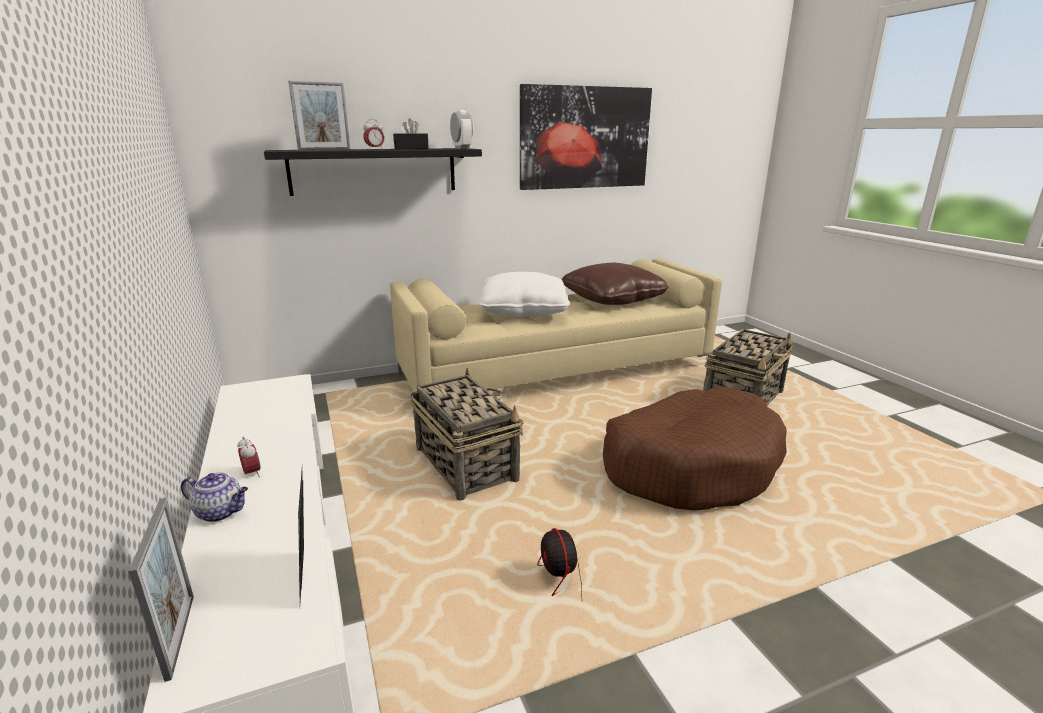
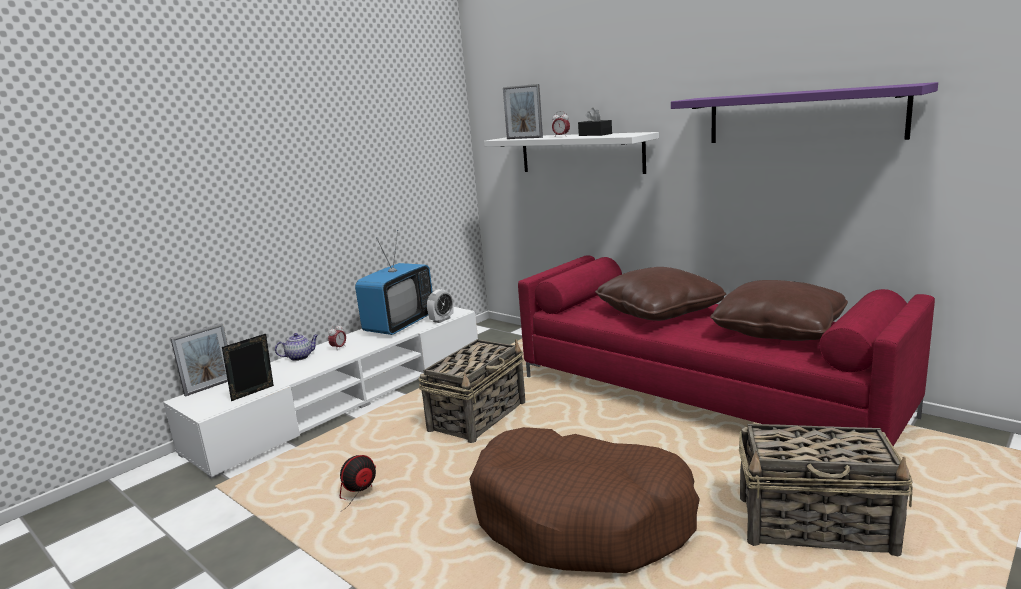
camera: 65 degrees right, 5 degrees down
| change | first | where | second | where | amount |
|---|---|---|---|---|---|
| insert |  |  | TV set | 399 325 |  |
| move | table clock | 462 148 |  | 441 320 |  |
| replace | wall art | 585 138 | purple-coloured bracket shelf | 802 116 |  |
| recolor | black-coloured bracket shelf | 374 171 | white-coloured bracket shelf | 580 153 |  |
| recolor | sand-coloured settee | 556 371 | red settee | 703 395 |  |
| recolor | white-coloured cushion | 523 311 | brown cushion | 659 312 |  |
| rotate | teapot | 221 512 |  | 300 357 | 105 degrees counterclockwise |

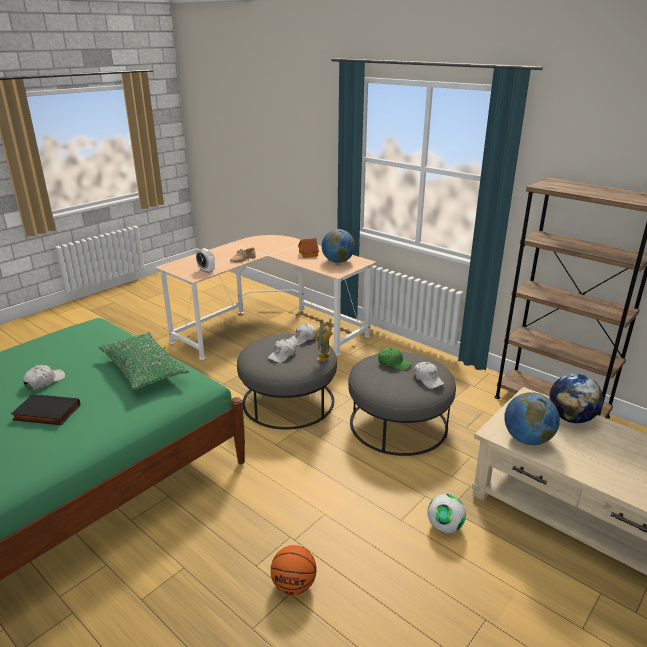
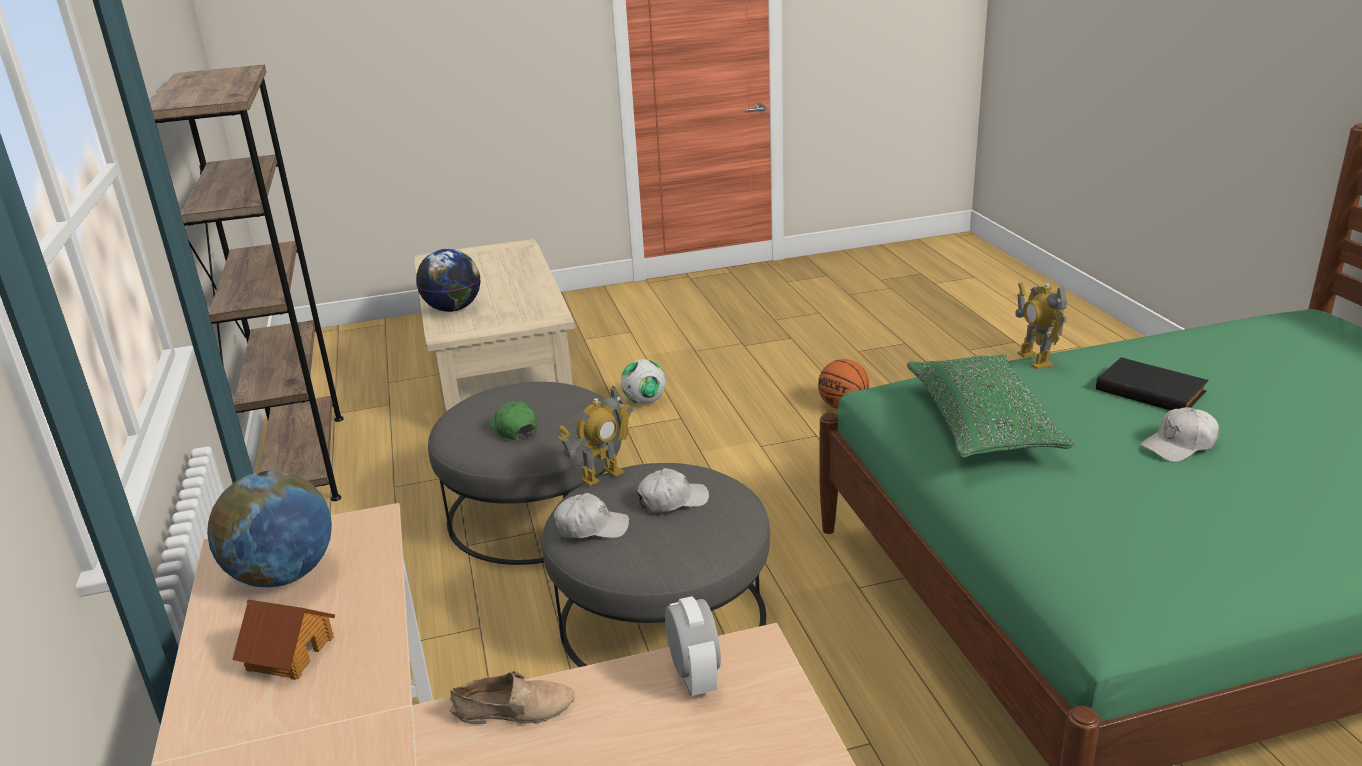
camera: 145 degrees left, 0 degrees up
| change | first | where | second | where | amount |
|---|---|---|---|---|---|
| delete | white-coloured baseball cap | 428 379 |  |  |  |
| delete | desk globe | 527 439 |  |  |  |
| insert |  |  | toy robot | 1034 359 |  |

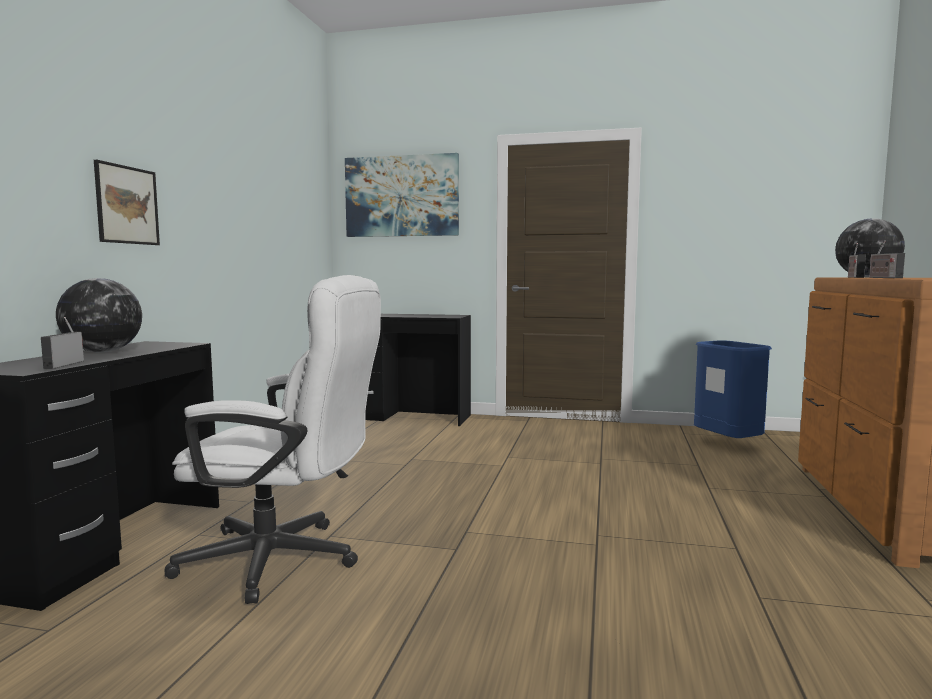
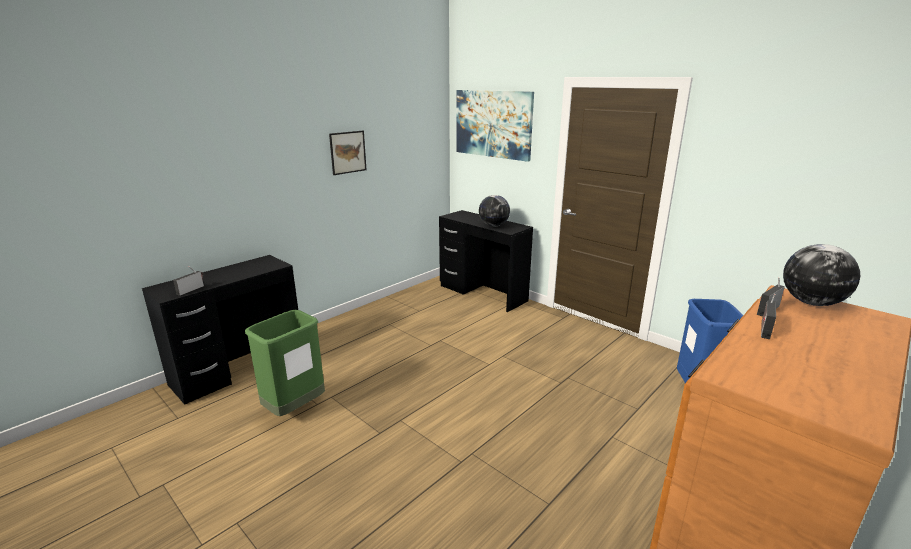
camera: 30 degrees right, 15 degrees up
| change | first | where | second | where | amount |
|---|---|---|---|---|---|
| move | desk globe | 102 352 |  | 493 225 |  |
| move | wall art | 127 205 |  | 348 152 |  |
| replace | white-coloured computer chair | 285 561 | green waste bin | 294 409 |  |

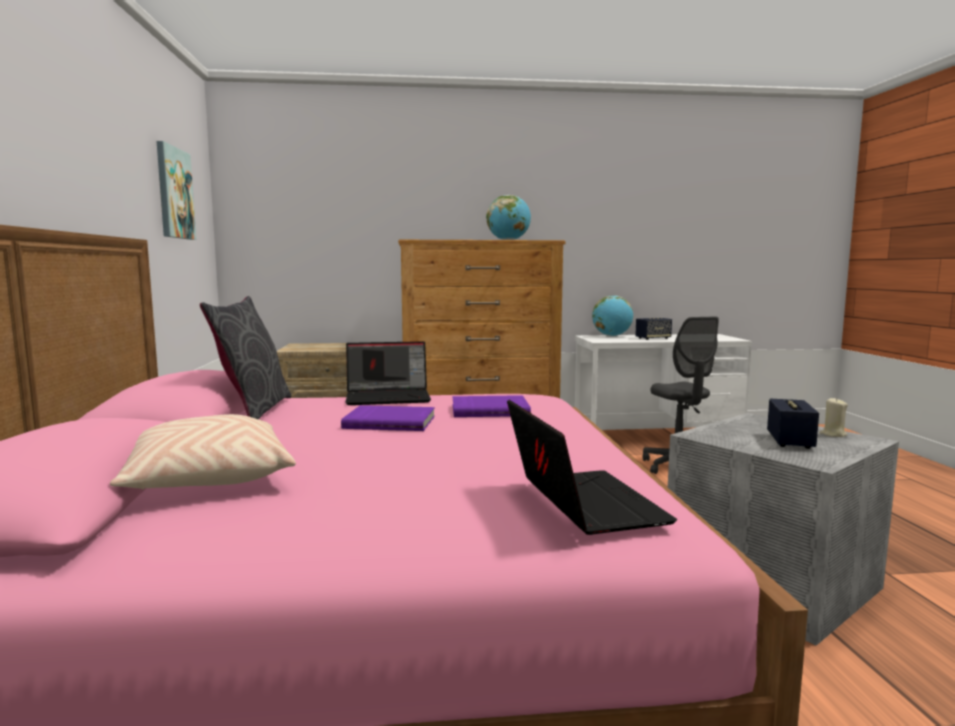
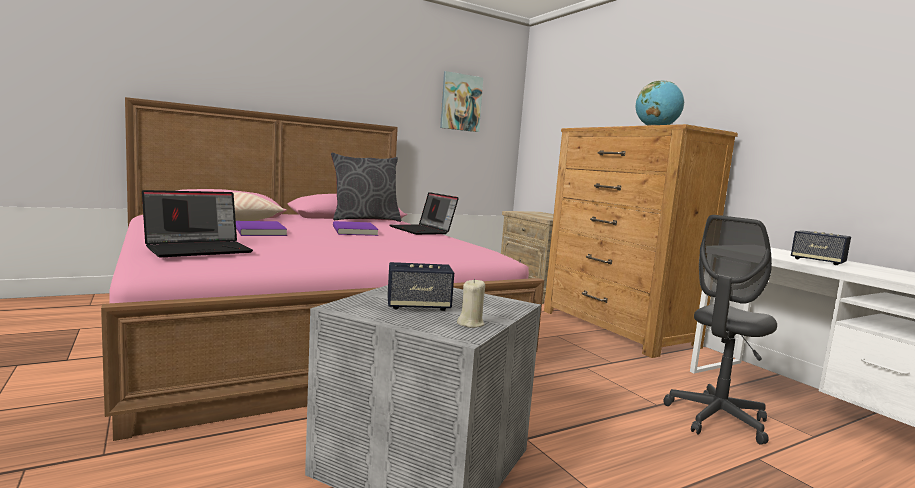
camera: 65 degrees right, 0 degrees up
| change | first | where | second | where | amount |
|---|---|---|---|---|---|
| delete | desk globe | 612 336 |  |  |  |
| move | purple-coloured book | 489 410 |  | 261 231 |  |

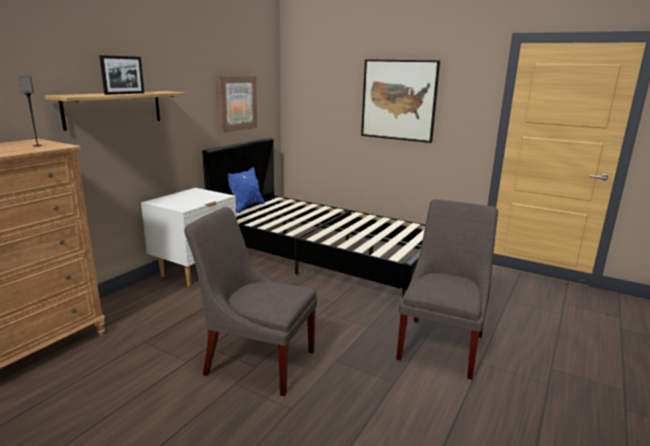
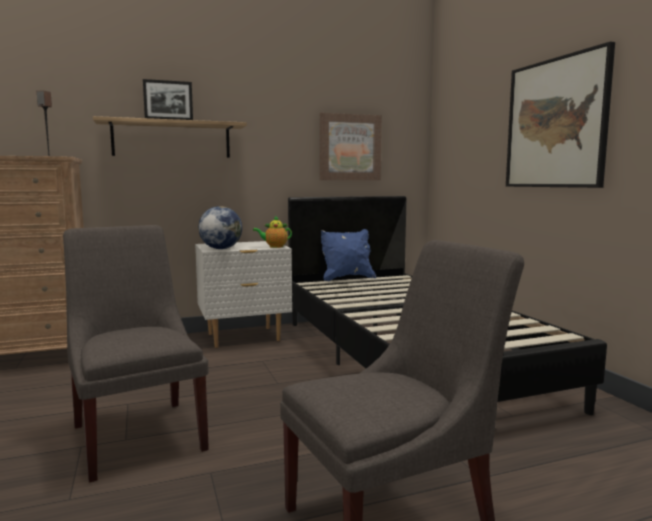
camera: 40 degrees right, 10 degrees down
| change | first | where | second | where | amount |
|---|---|---|---|---|---|
| insert |  |  | desk globe | 220 249 |  |
| insert |  |  | teapot | 274 246 |  |

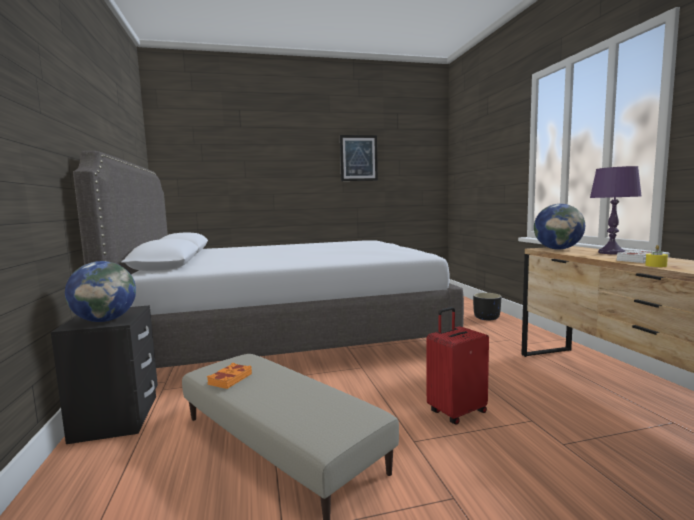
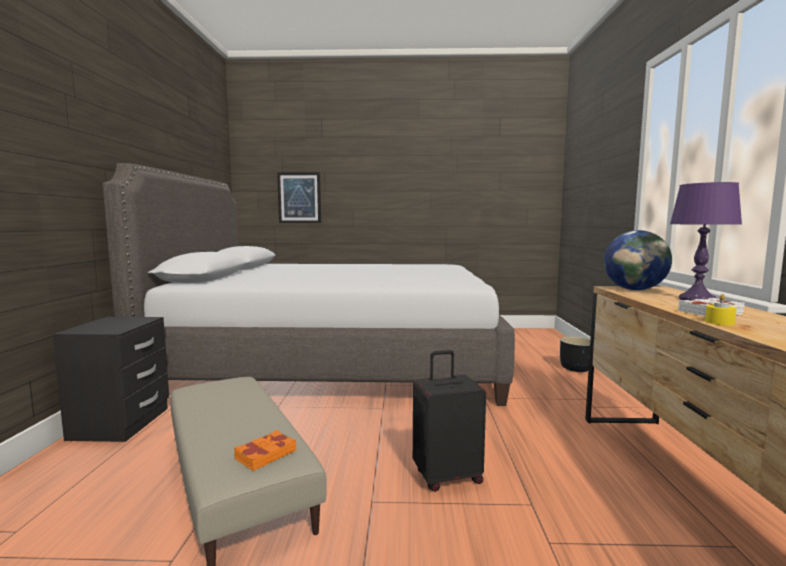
camera: 15 degrees right, 0 degrees up
| change | first | where | second | where | amount |
|---|---|---|---|---|---|
| delete | desk globe | 105 320 |  |  |  |
| move | orangey book | 229 379 |  | 265 454 |  |
| move | wall art | 358 158 |  | 299 197 |  |
| recolor | red travel case | 456 412 | black-coloured travel case | 447 476 |  |

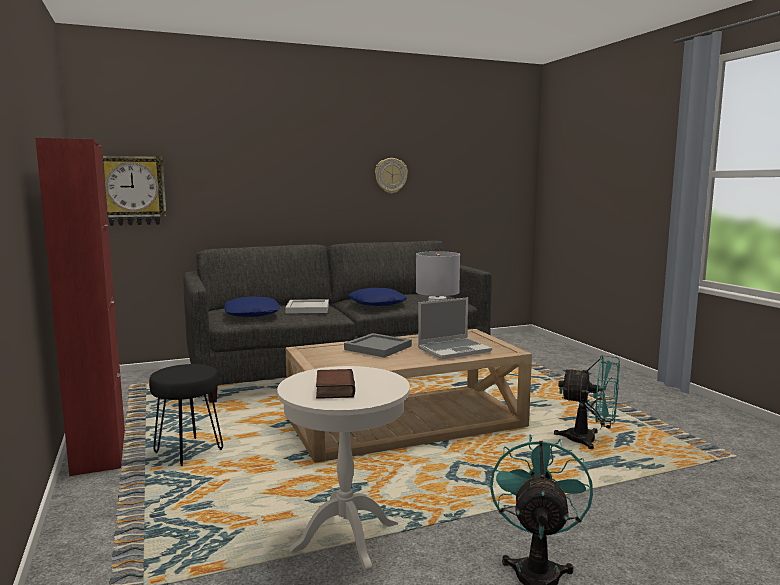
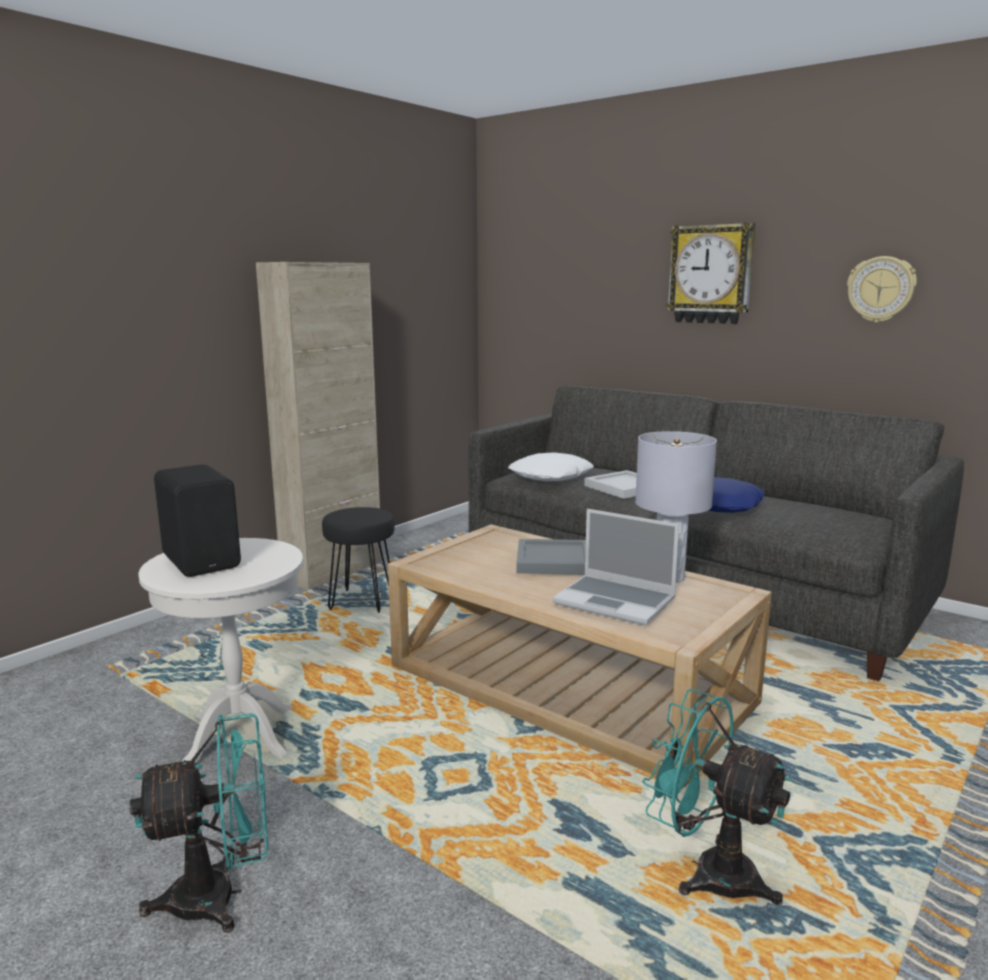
camera: 60 degrees right, 5 degrees up
| change | first | where | second | where | amount |
|---|---|---|---|---|---|
| move | hanging clock | 133 190 |  | 711 274 |  |
| replace | book | 333 389 | black-coloured speaker | 203 561 |  |
| recolor | red storage cabinet | 99 451 | sand-coloured storage cabinet | 333 571 |  |
| recolor | blue-coloured cushion | 252 314 | white-coloured cushion | 551 476 |  |
| rotate | turquoise-coloured cooling fan | 589 440 |  | 709 871 | 135 degrees clockwise |

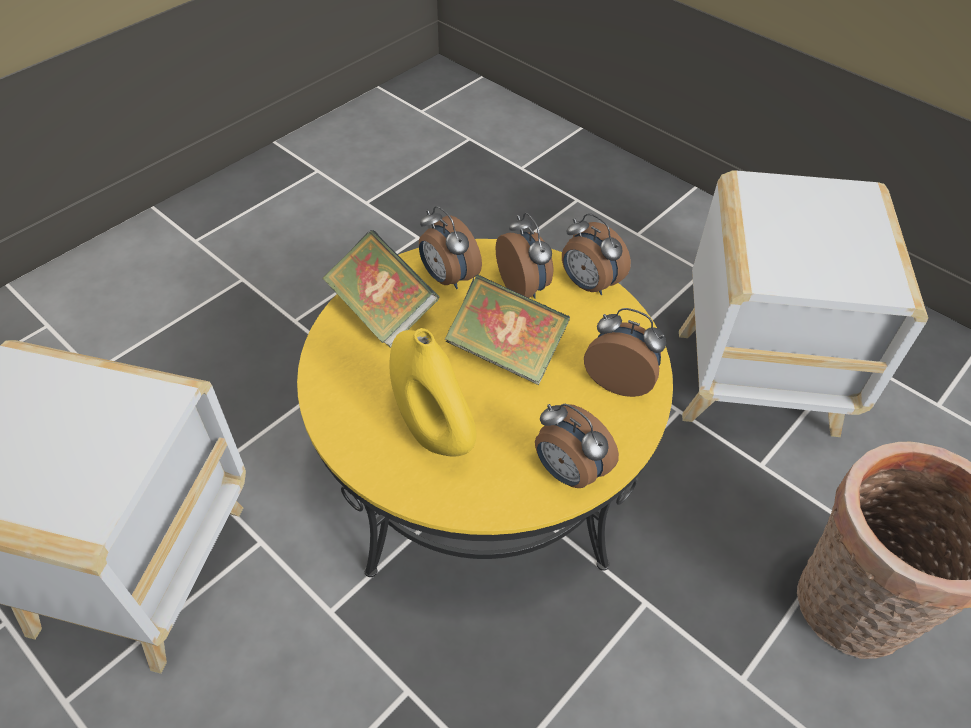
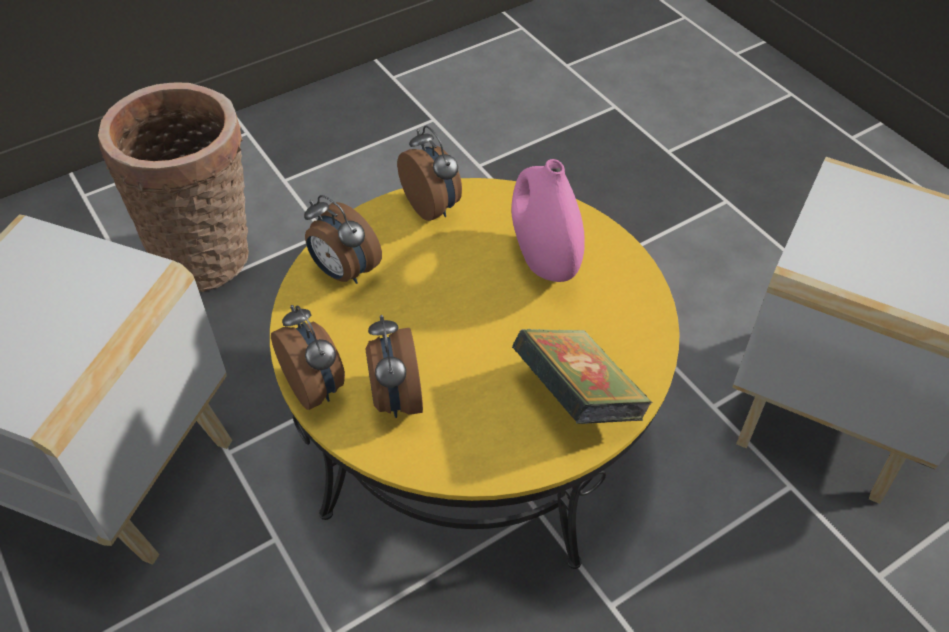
camera: 165 degrees left, 0 degrees up
| change | first | where | second | where | amount |
|---|---|---|---|---|---|
| delete | table clock | 447 278 |  |  |  |
| delete | book | 506 353 |  |  |  |
| recolor | yellow-coloured decorative vase | 434 430 | pinkish decorative vase | 543 259 |  |

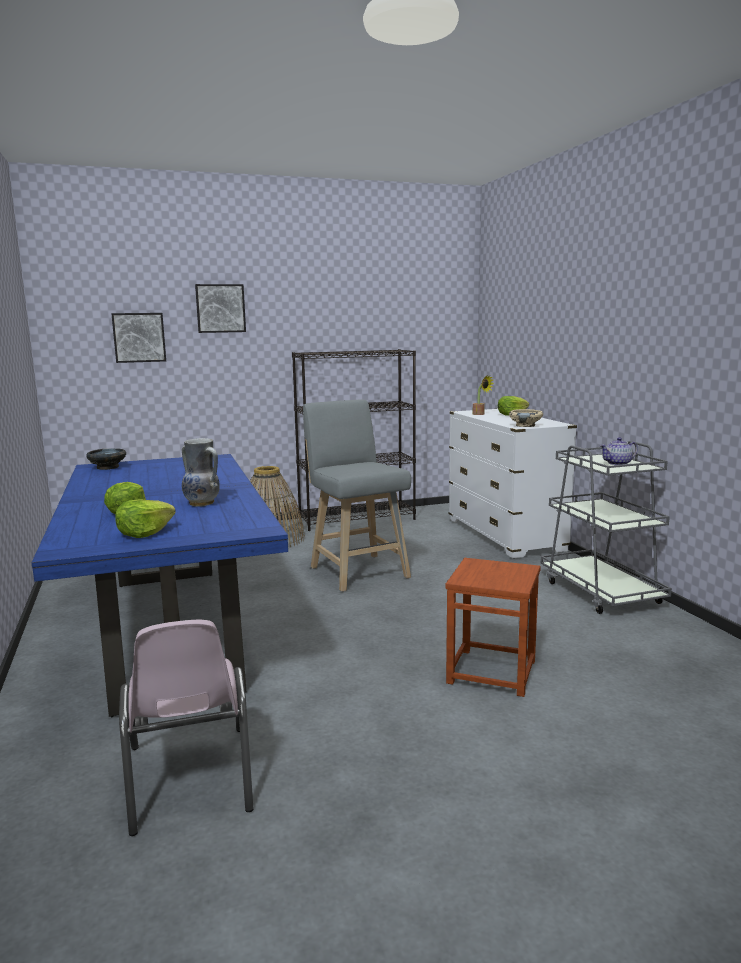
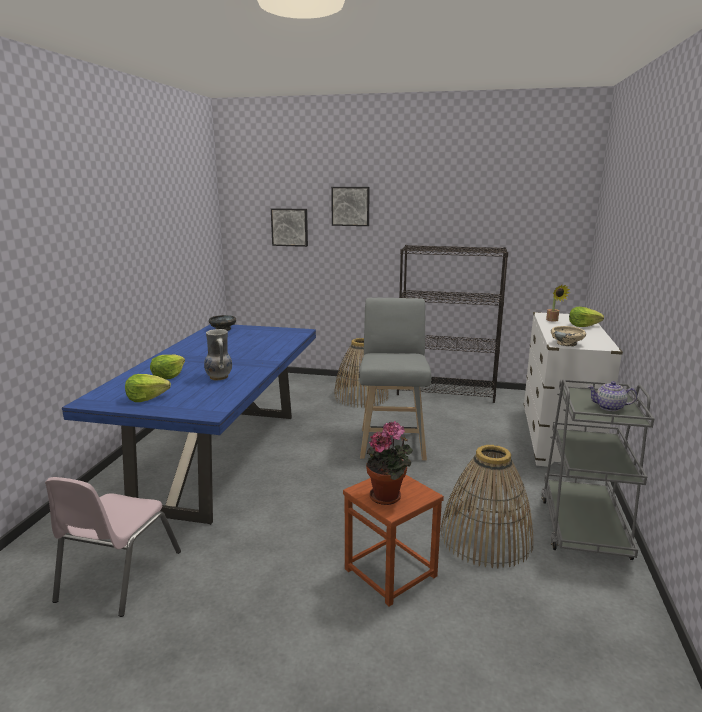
camera: 30 degrees right, 5 degrees up
| change | first | where | second | where | amount |
|---|---|---|---|---|---|
| insert |  |  | potted plant | 388 496 |  |
| insert |  |  | basket | 486 538 |  |

